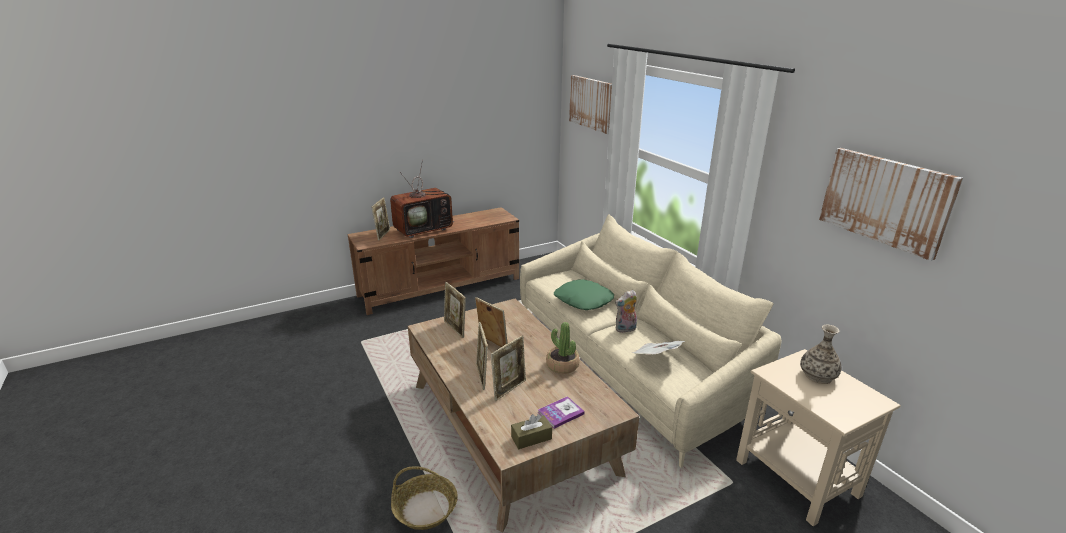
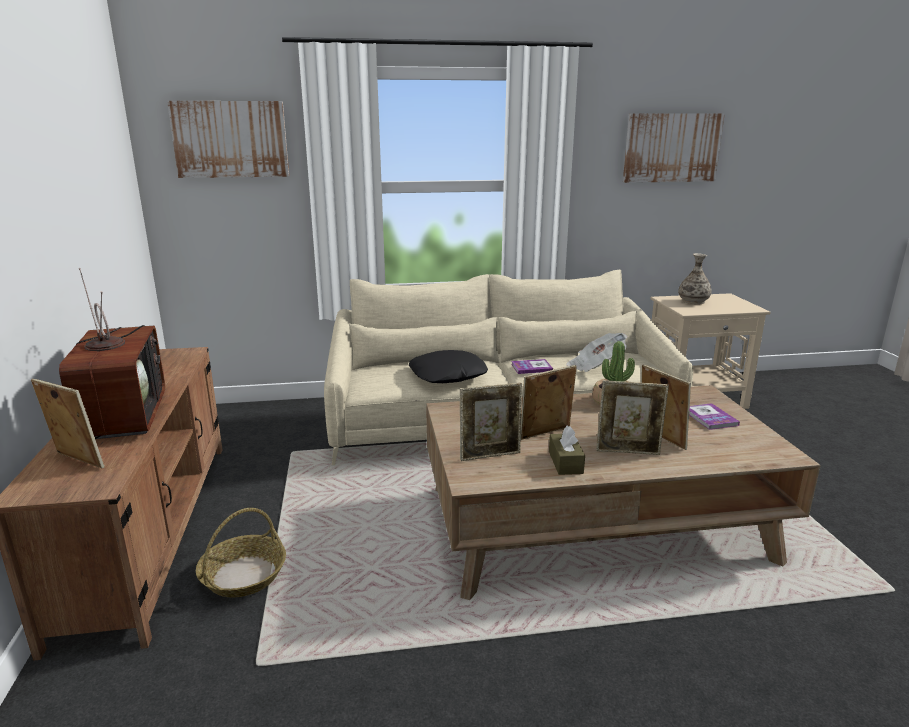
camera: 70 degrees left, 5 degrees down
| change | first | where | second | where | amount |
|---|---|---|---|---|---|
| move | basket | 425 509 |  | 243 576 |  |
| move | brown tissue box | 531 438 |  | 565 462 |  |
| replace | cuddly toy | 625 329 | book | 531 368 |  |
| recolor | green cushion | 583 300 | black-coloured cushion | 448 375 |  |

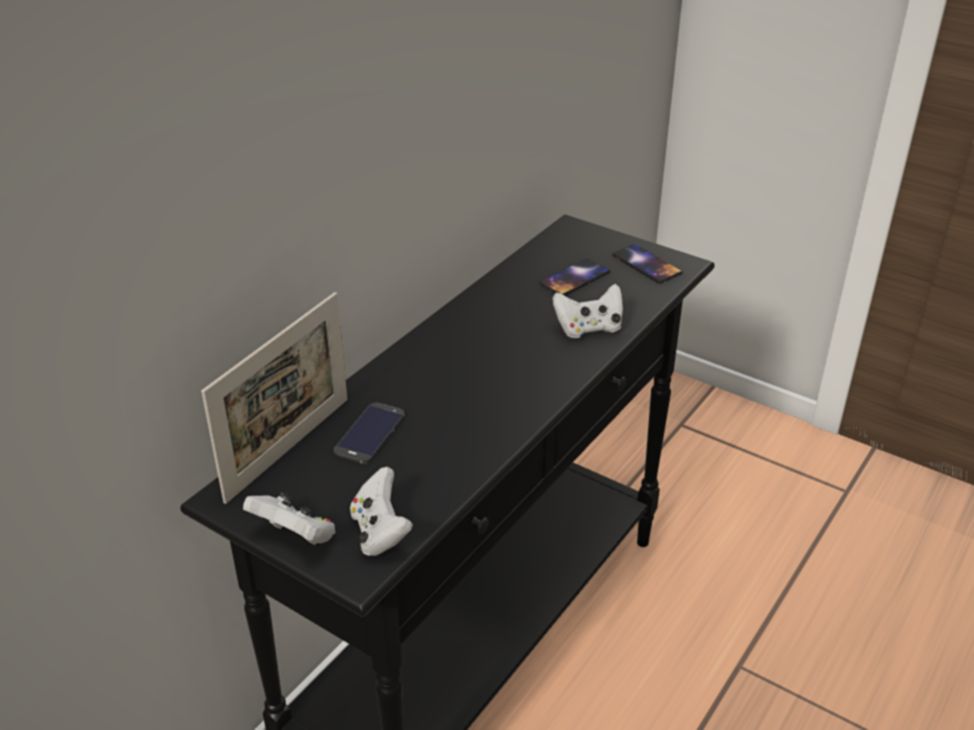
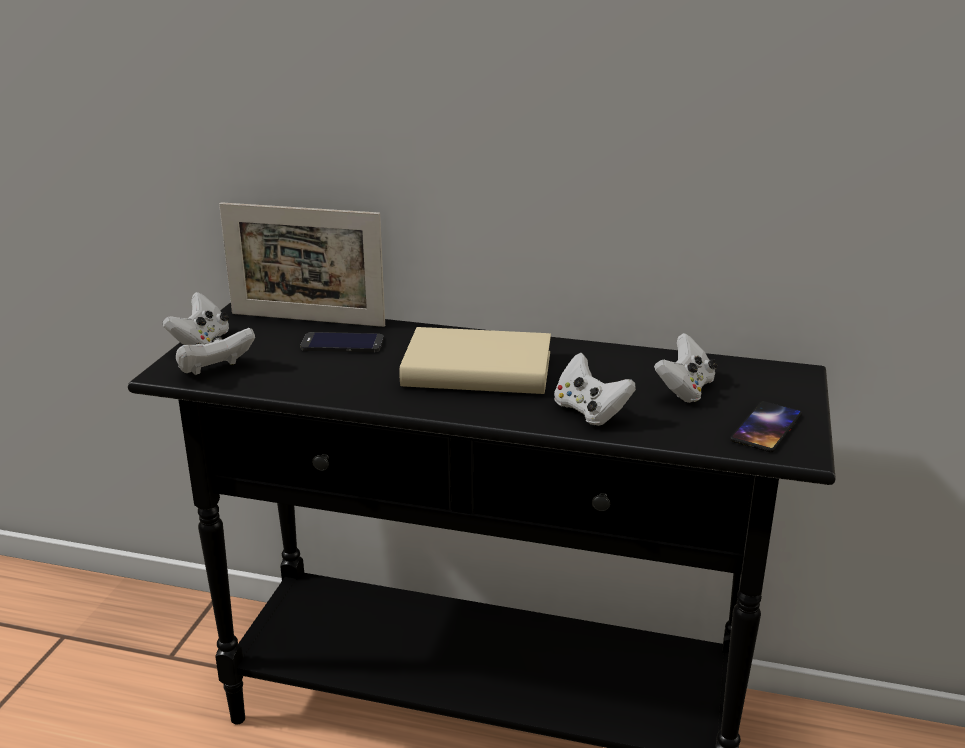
camera: 70 degrees right, 10 degrees down
| change | first | where | second | where | amount |
|---|---|---|---|---|---|
| insert |  |  | sand-coloured book | 477 370 |  |
| replace | handset | 574 278 | white-coloured game controller | 685 390 |  |

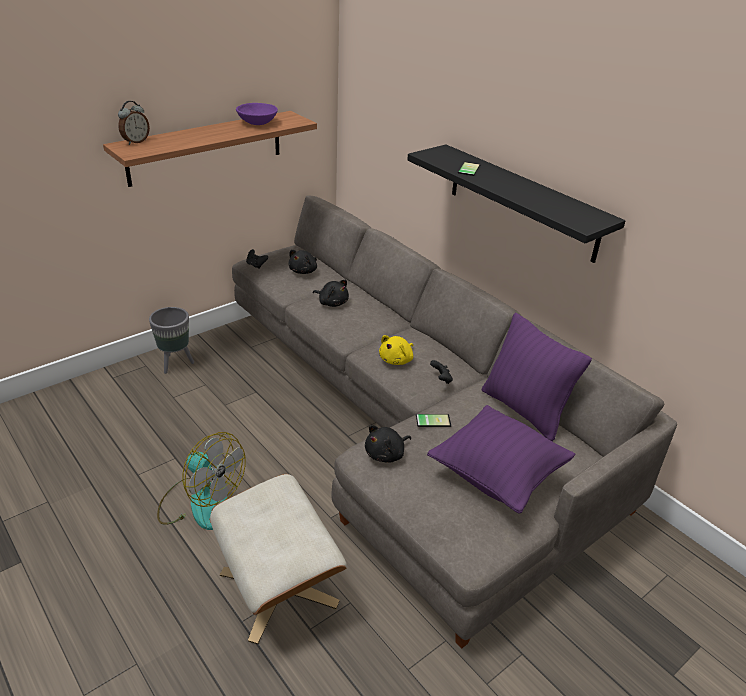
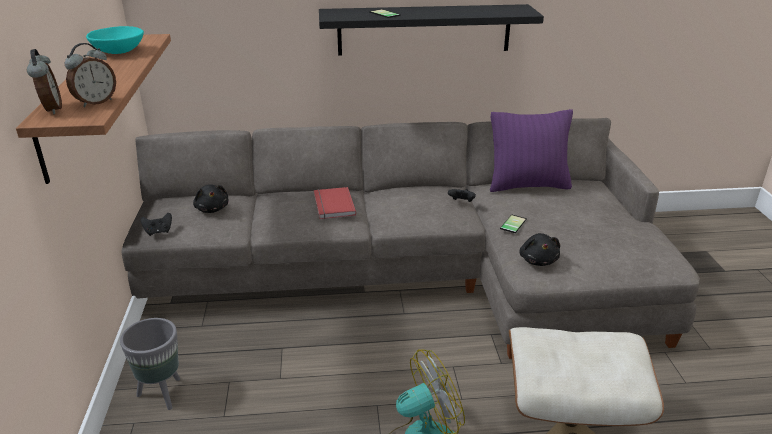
camera: 55 degrees left, 5 degrees down
| change | first | where | second | where | amount |
|---|---|---|---|---|---|
| delete | black-coloured cuddly toy | 332 302 |  |  |  |
| delete | yellow-coloured cuddly toy | 397 360 |  |  |  |
| delete | purple-coloured cushion | 497 476 |  |  |  |
| insert |  |  | table clock | 95 102 |  |
| insert |  |  | red book | 332 205 |  |
| recolor | purple-coloured deep dish | 257 123 | turquoise-coloured deep dish | 118 51 |  |

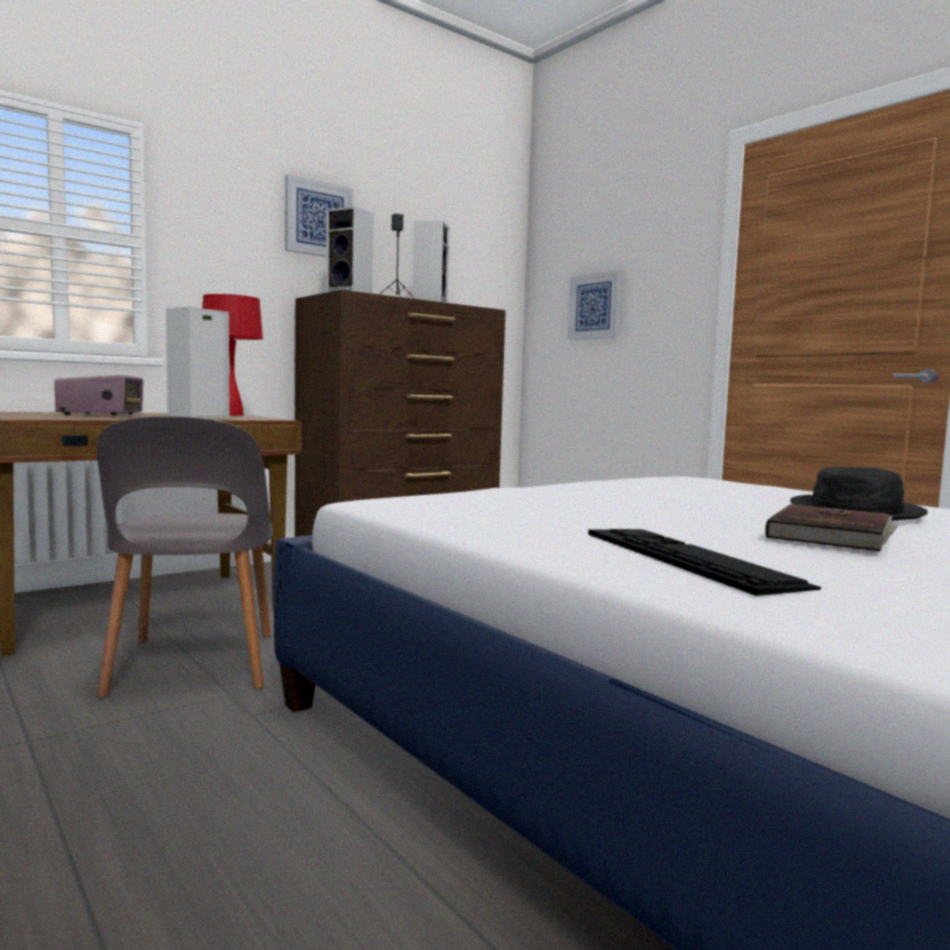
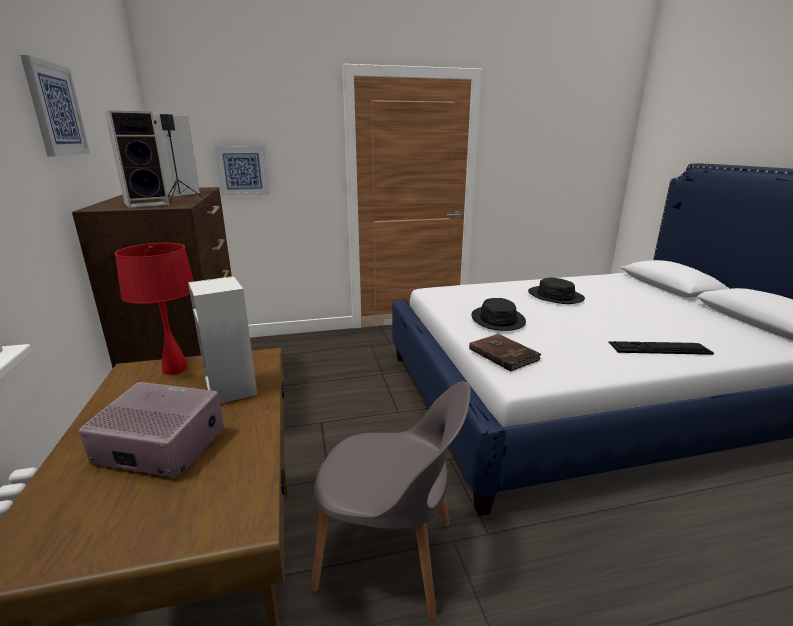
camera: 65 degrees left, 15 degrees up
| change | first | where | second | where | amount |
|---|---|---|---|---|---|
| insert |  |  | black-coloured wearable hat | 498 319 |  |
| move | brown book | 832 534 |  | 503 354 |  |

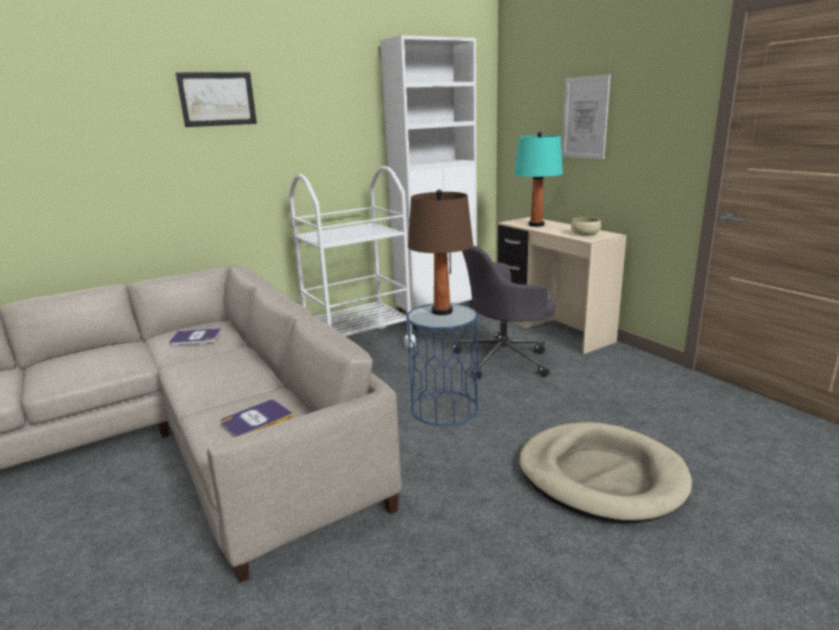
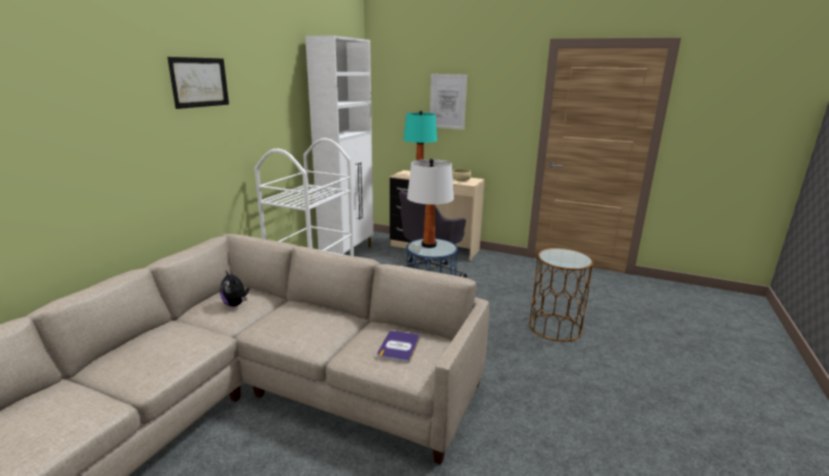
camera: 35 degrees left, 0 degrees up
| change | first | where | second | where | amount |
|---|---|---|---|---|---|
| replace | book | 195 337 | cuddly toy | 236 304 |  |
| replace | sand-coloured dog bed | 600 476 | brown accent table | 555 327 |  |
| recolor | brown tabletop lamp | 442 311 | white-coloured tabletop lamp | 429 245 |  |

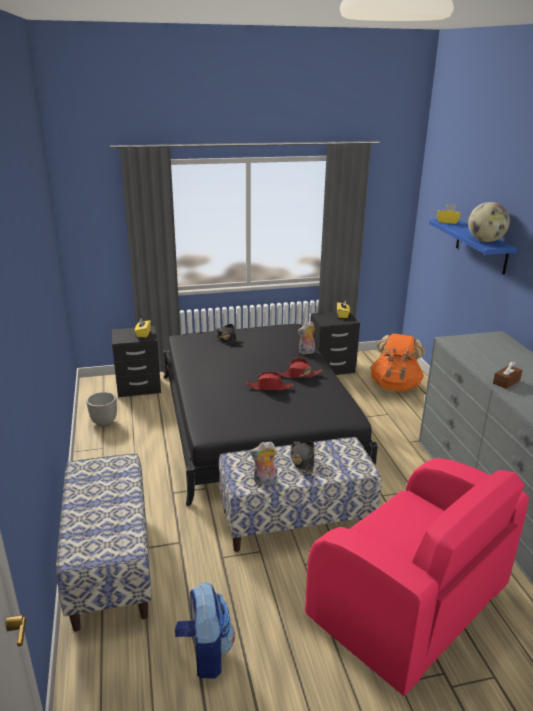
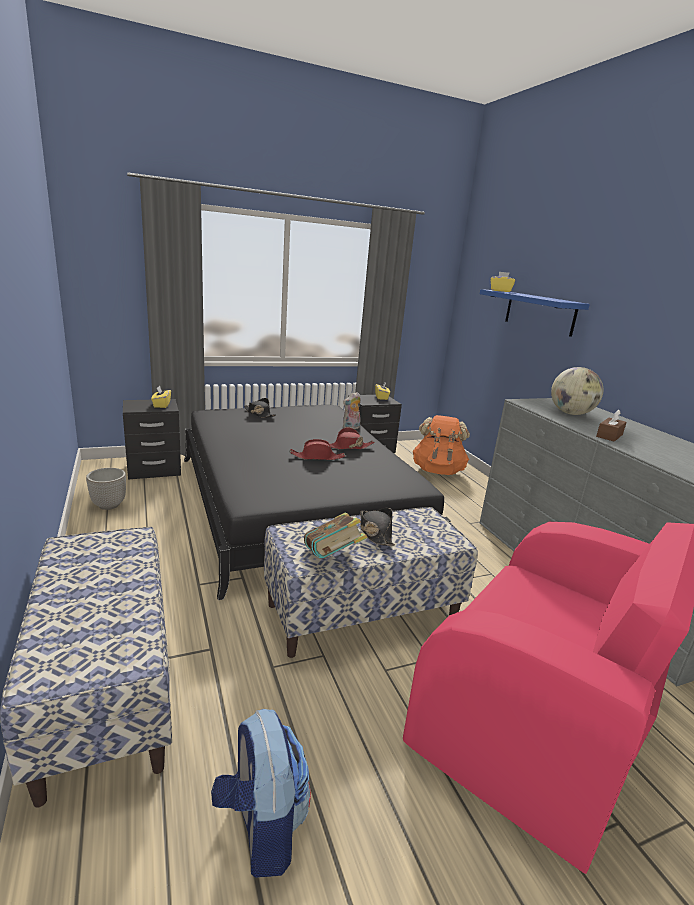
camera: 10 degrees left, 5 degrees down
| change | first | where | second | where | amount |
|---|---|---|---|---|---|
| move | desk globe | 485 241 |  | 571 413 |  |
| replace | cuddly toy | 264 481 | book | 332 557 |  |

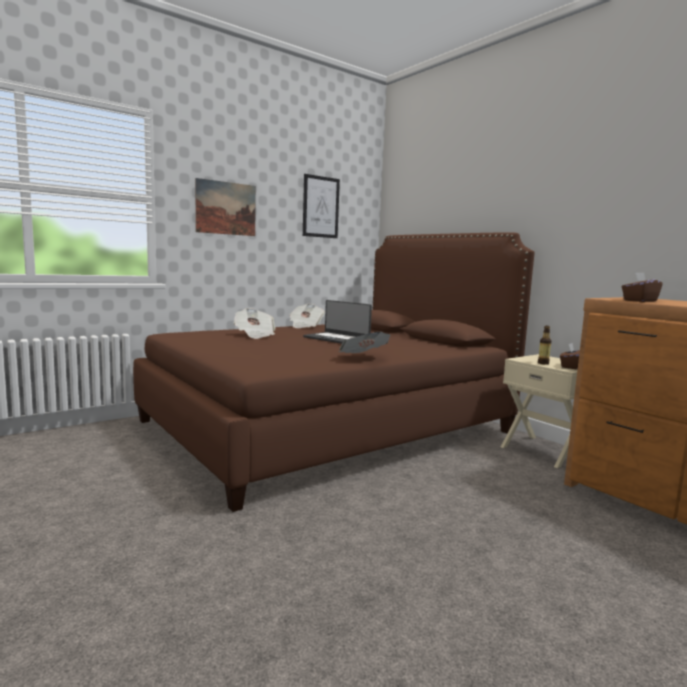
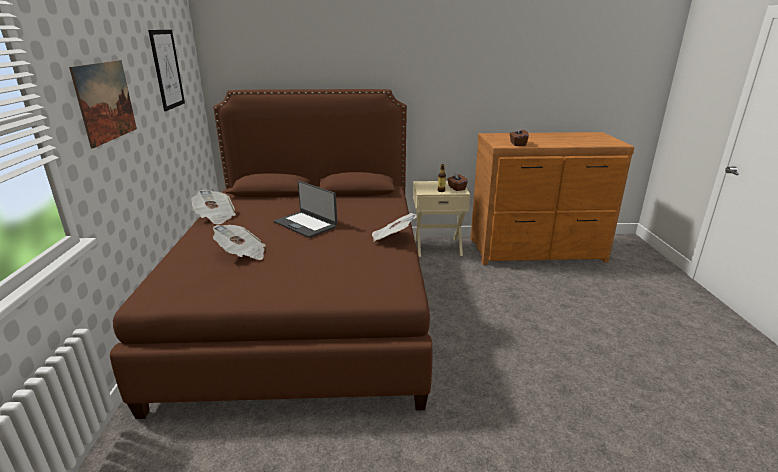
camera: 55 degrees left, 15 degrees up
| change | first | where | second | where | amount |
|---|---|---|---|---|---|
| rotate | laptop | 337 339 |  | 306 224 | 60 degrees clockwise |

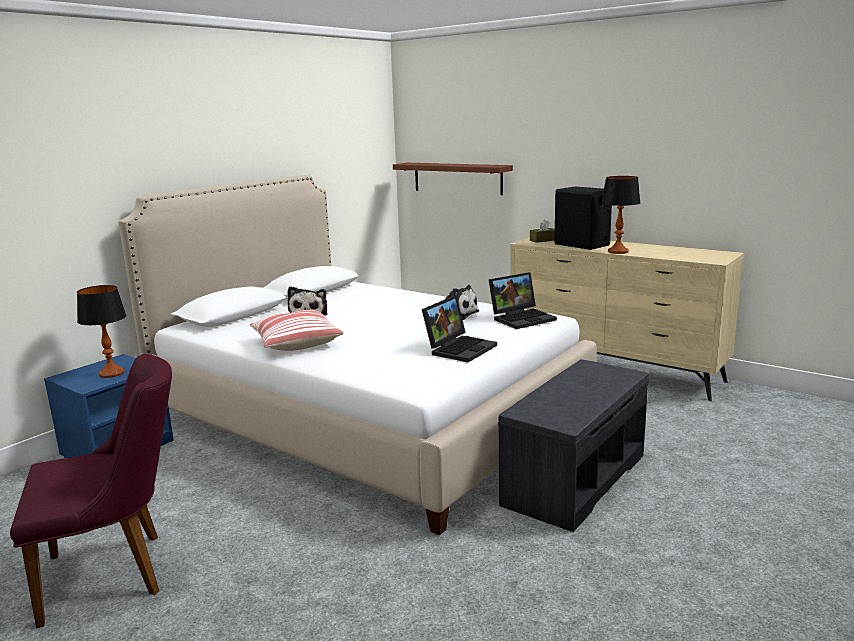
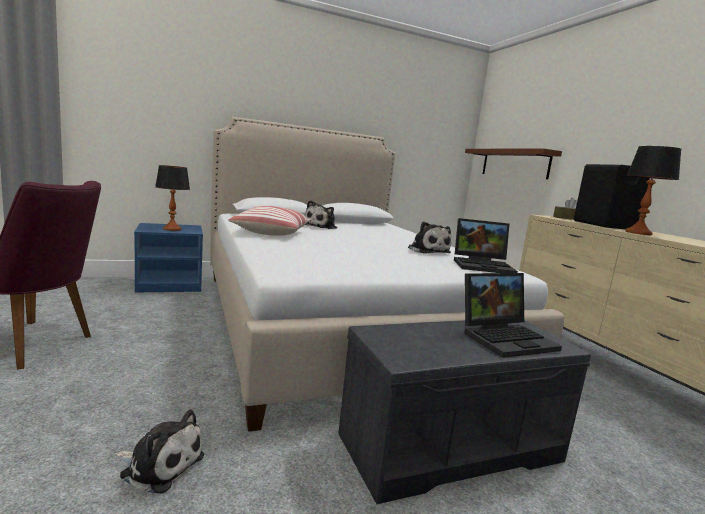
camera: 30 degrees right, 5 degrees down
| change | first | where | second | where | amount |
|---|---|---|---|---|---|
| insert |  |  | cuddly toy | 160 465 |  |
| move | laptop | 460 348 |  | 506 338 |  |

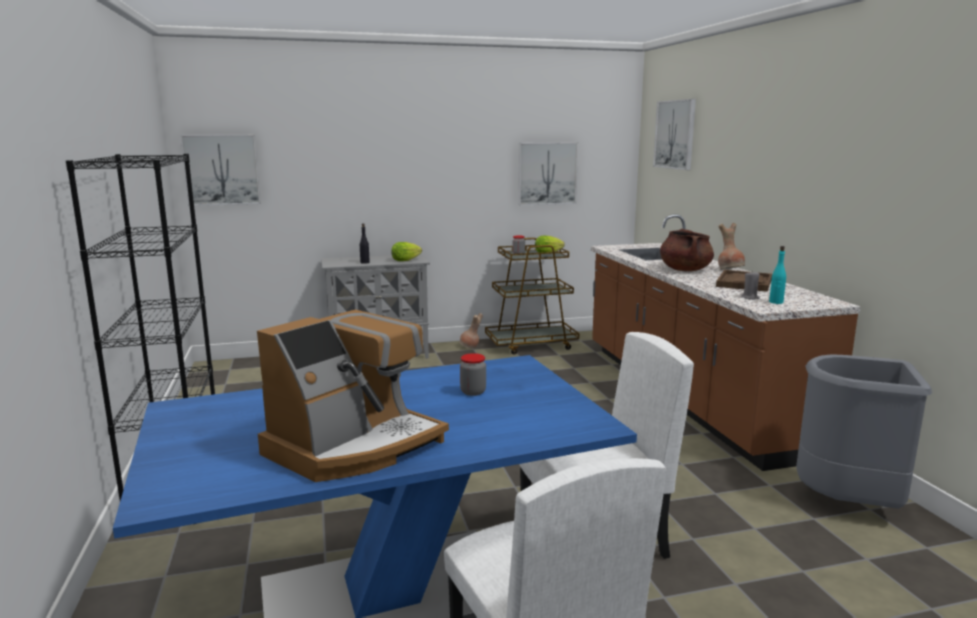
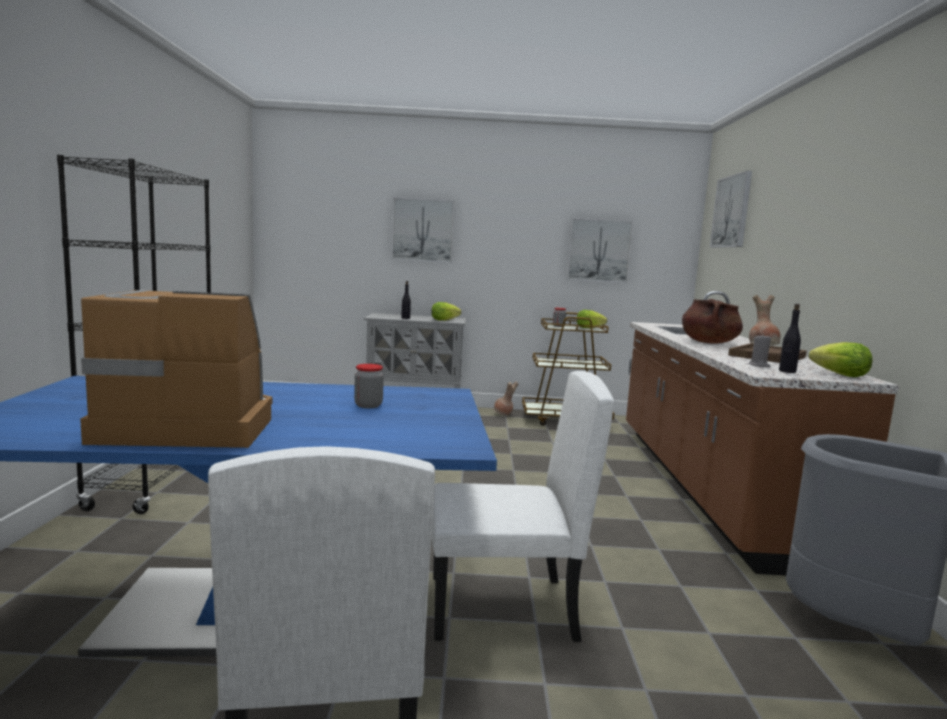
camera: 15 degrees right, 5 degrees down
| change | first | where | second | where | amount |
|---|---|---|---|---|---|
| insert |  |  | head of lettuce | 840 375 |  |
| move | wall art | 222 170 |  | 423 230 |  |
| recolor | turquoise-coloured bottle | 776 302 | black-coloured bottle | 787 371 |  |
| rotate | coffee brewer | 354 446 |  | 187 426 | 150 degrees counterclockwise |

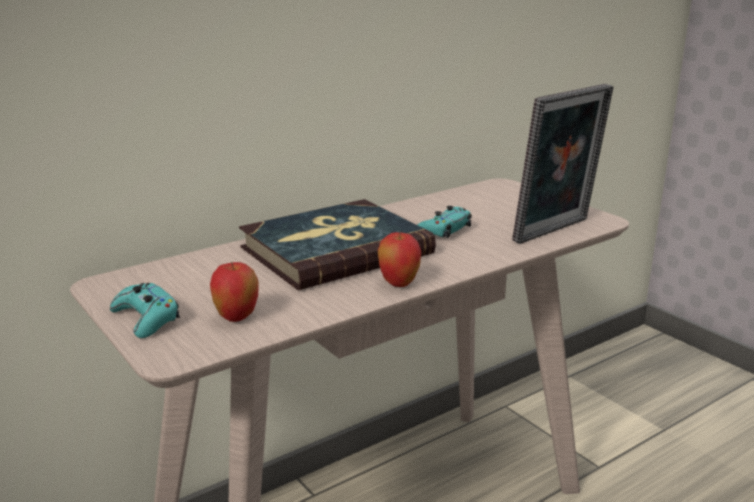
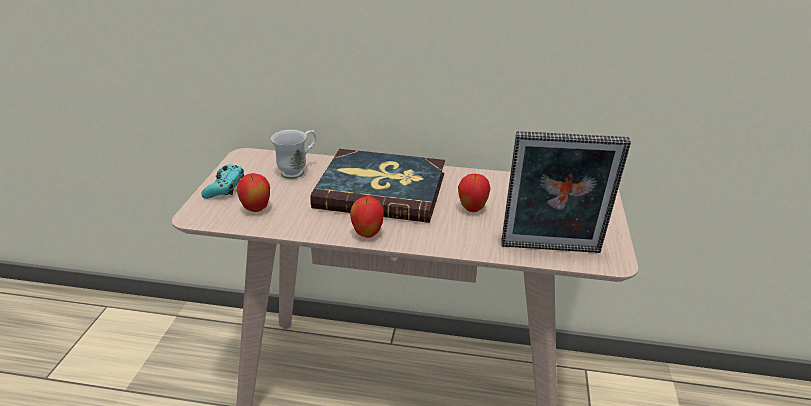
camera: 45 degrees right, 10 degrees up
| change | first | where | second | where | amount |
|---|---|---|---|---|---|
| insert |  |  | white-coloured coffee mug | 298 171 |  |
| replace | turquoise-coloured game controller | 443 231 | apple | 472 209 |  |

